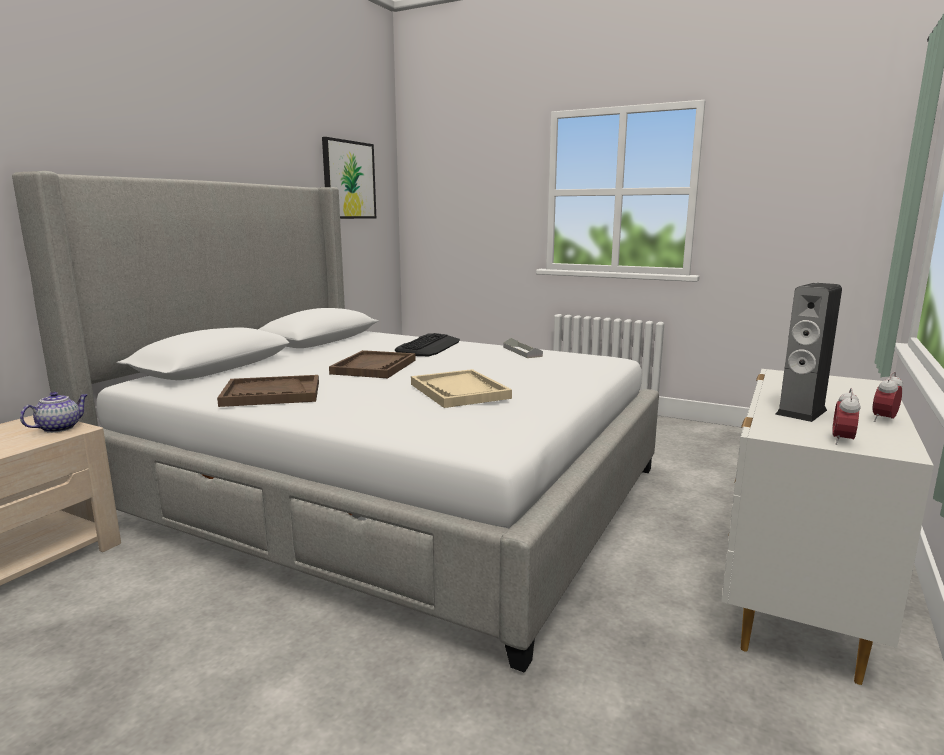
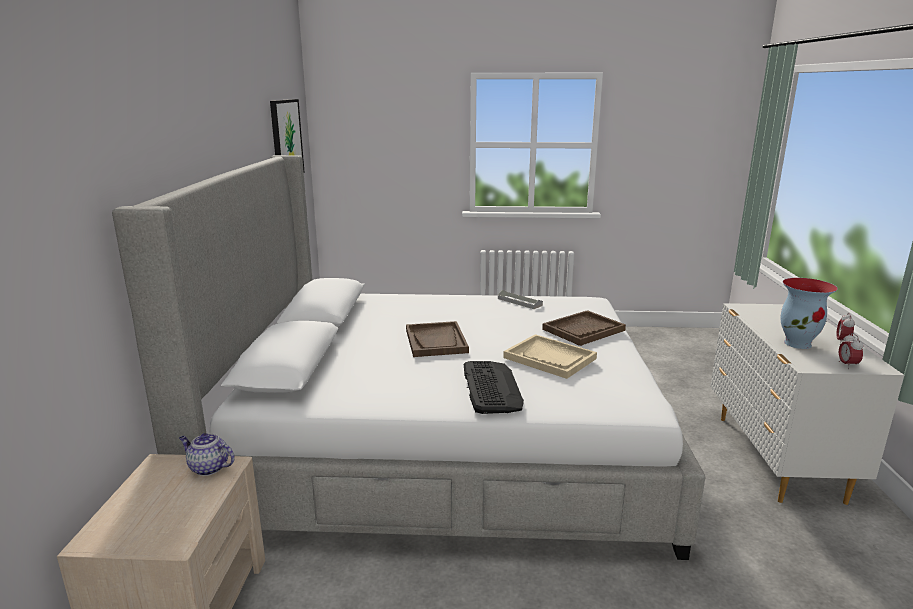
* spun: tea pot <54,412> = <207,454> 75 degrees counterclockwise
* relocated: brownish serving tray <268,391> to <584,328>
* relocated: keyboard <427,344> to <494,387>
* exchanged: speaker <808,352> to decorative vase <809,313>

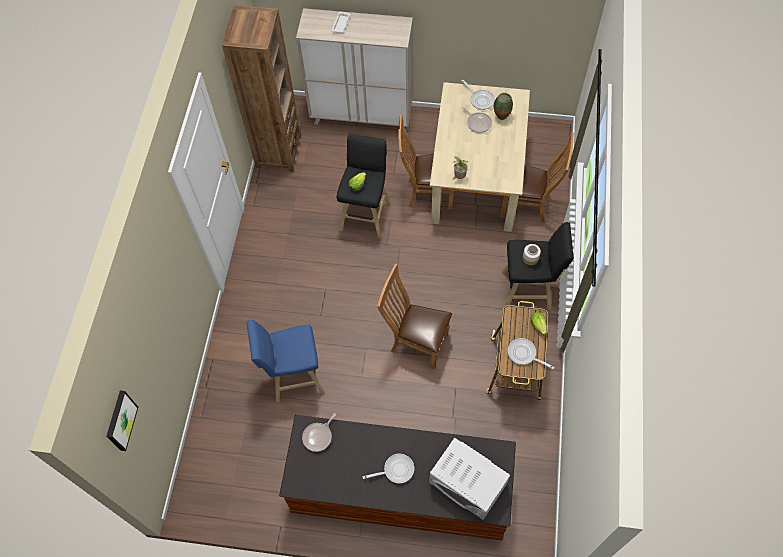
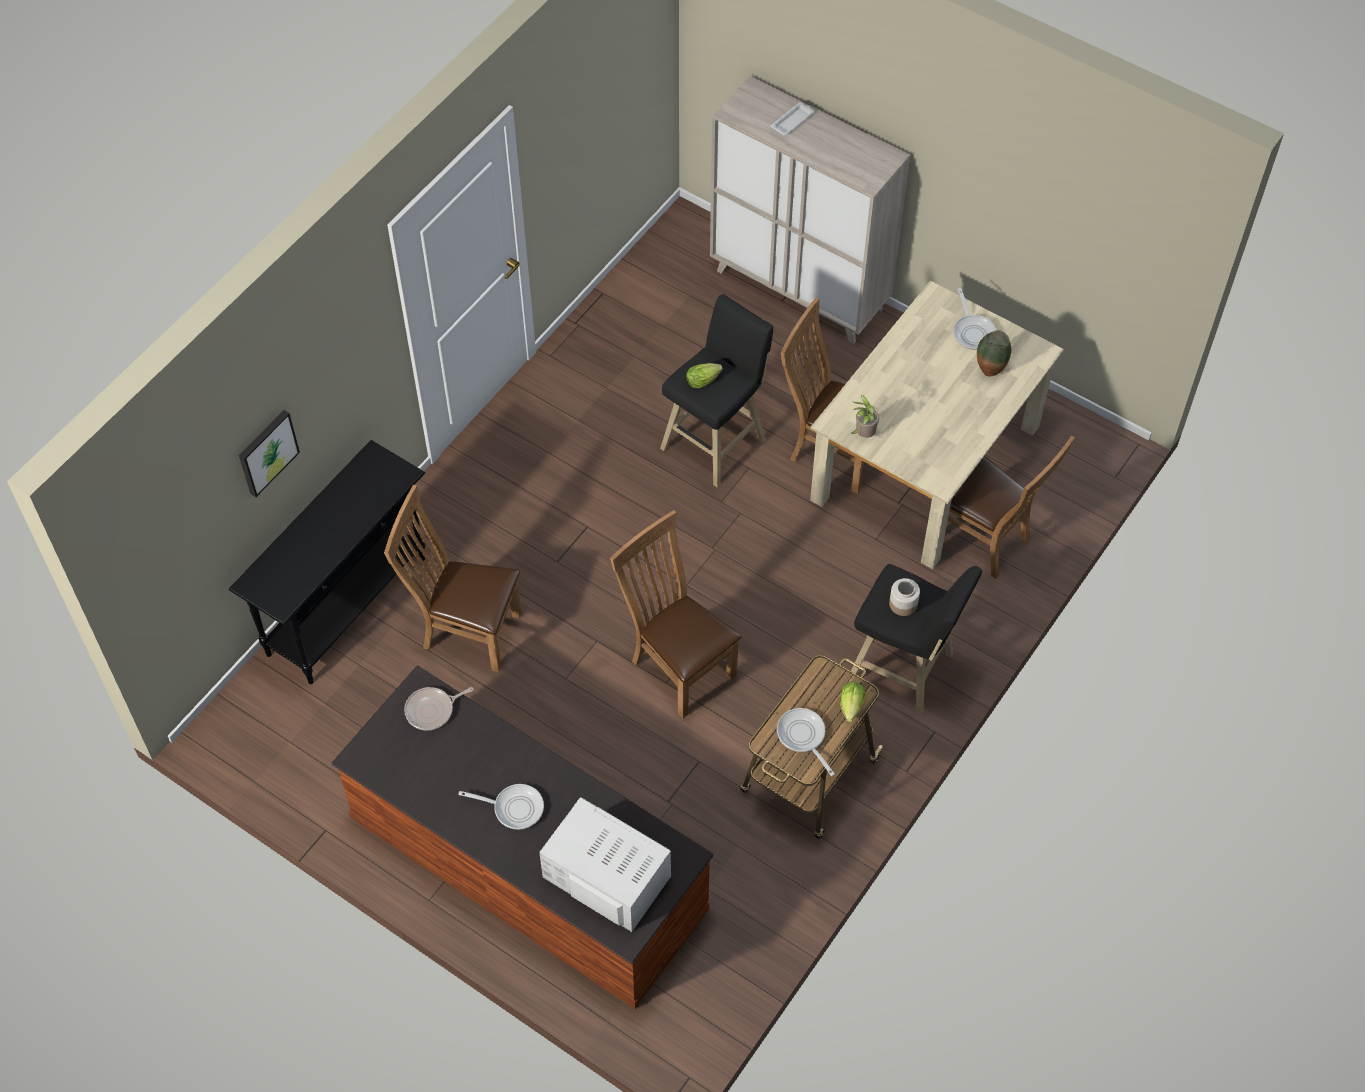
* relocated: wall picture <122,420> to <269,453>
* missing: brownish shelving unit <261,88>
* exchanged: blue sitting stool <285,360> to brownish upright chair <453,578>
* spun: white-coloured kitchen microwave <469,479> = <605,864> 150 degrees clockwise
* missing: skillet <477,120>
* appeared: black-coloured hall table <327,562>

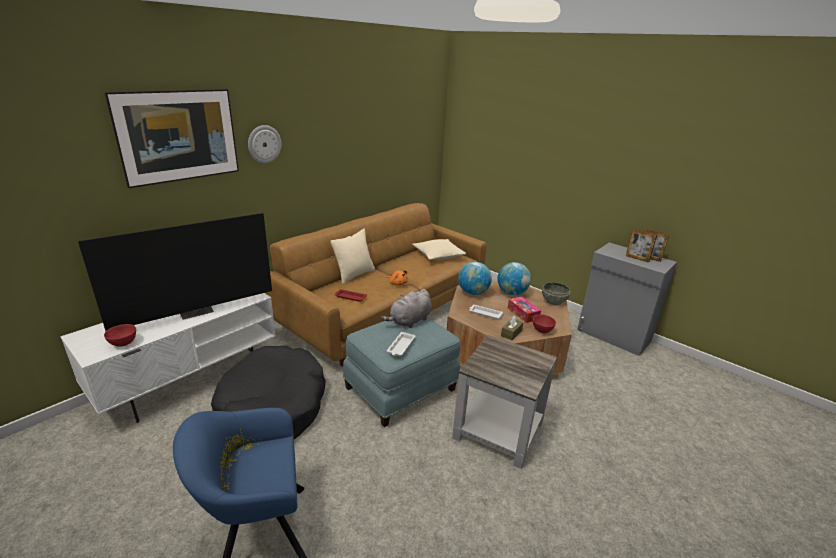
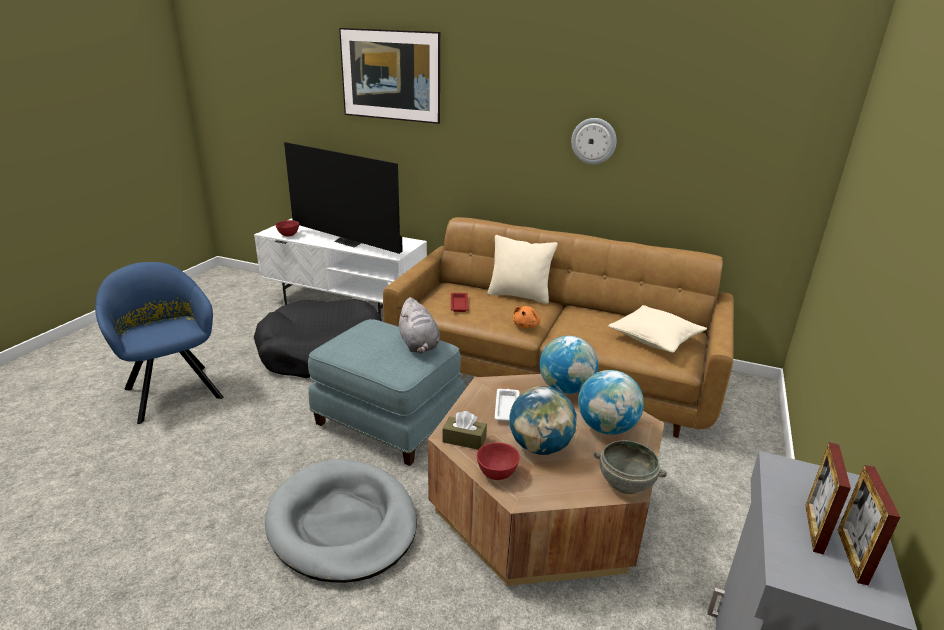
* relocated: hanging clock <264,144> to <594,141>
* spun: gray cuddly toy <406,308> = <418,325> 135 degrees counterclockwise
* missing: white-coloured serving tray <401,344>
* exchanged: gray accent table <504,402> to gray dog cushion <341,521>
* exchanged: tissue box <524,309> to globe <543,420>

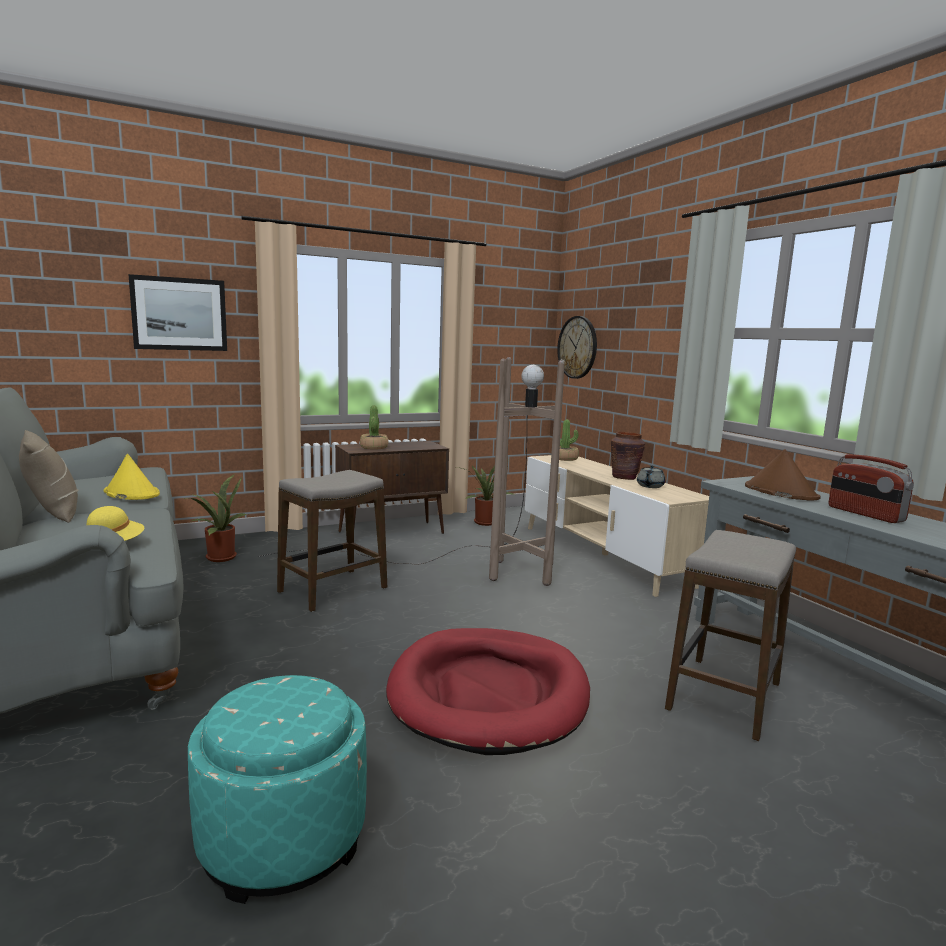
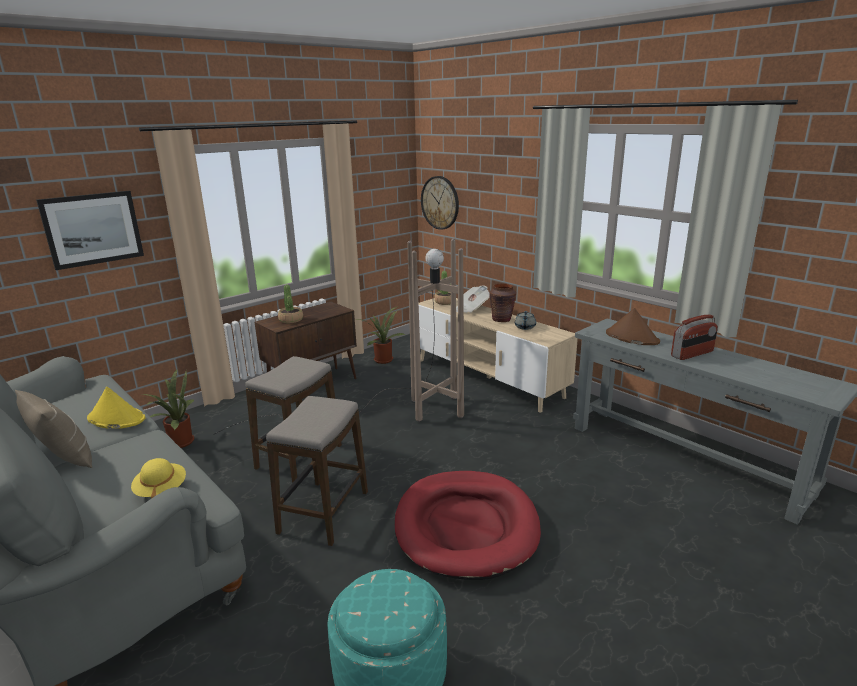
* relocated: sitting stool <730,635> to <317,471>
* spun: radio <871,488> = <694,337> 75 degrees counterclockwise
* appeared: daily paper <473,299>

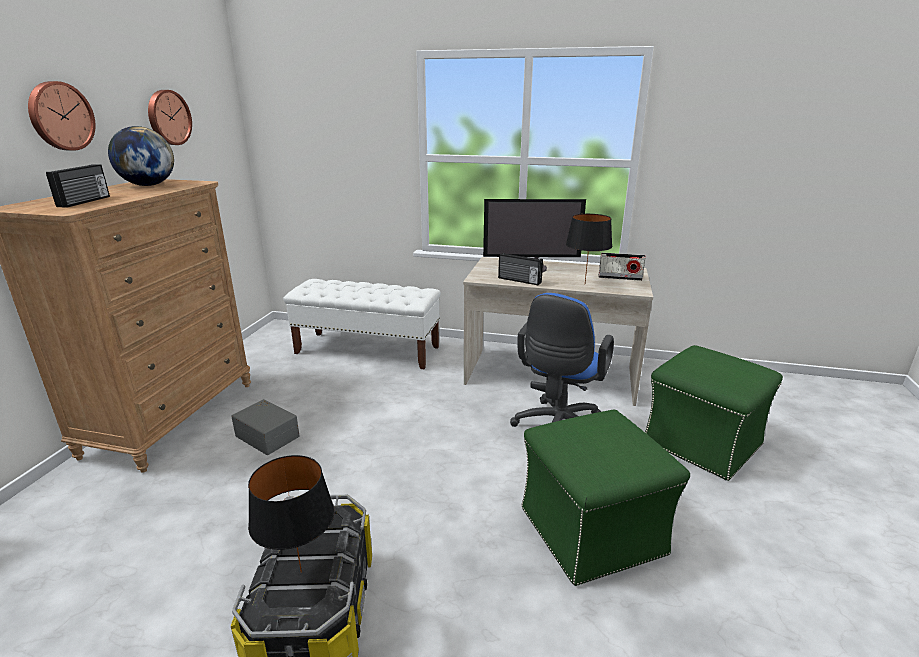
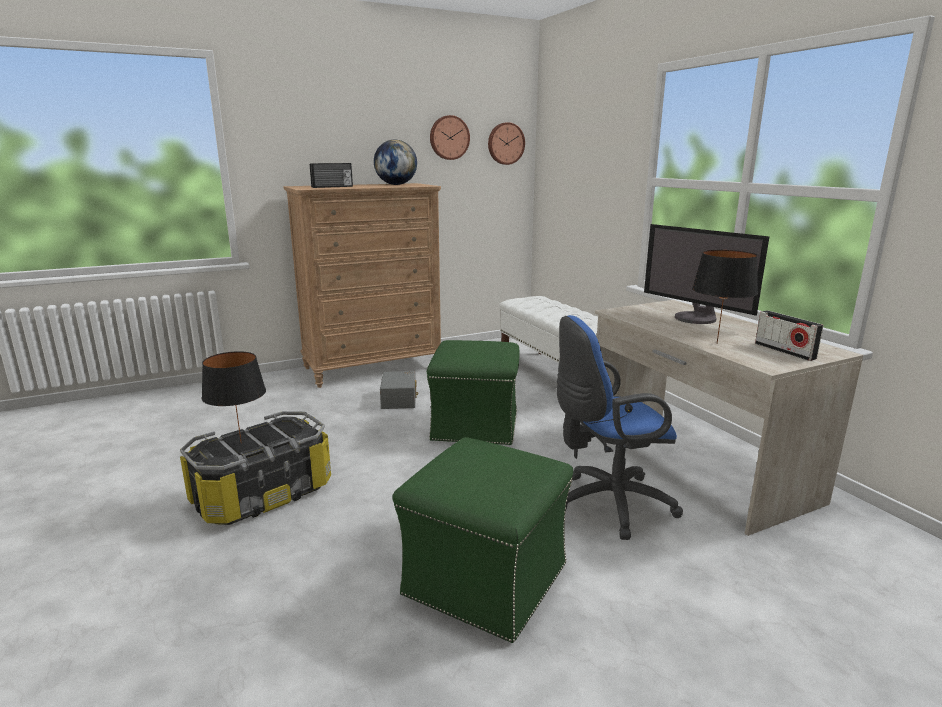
* relocated: hanging clock <61,116> to <506,143>
* missing: radio <520,269>
* relocated: green-coloured pouffe <714,413> to <473,392>

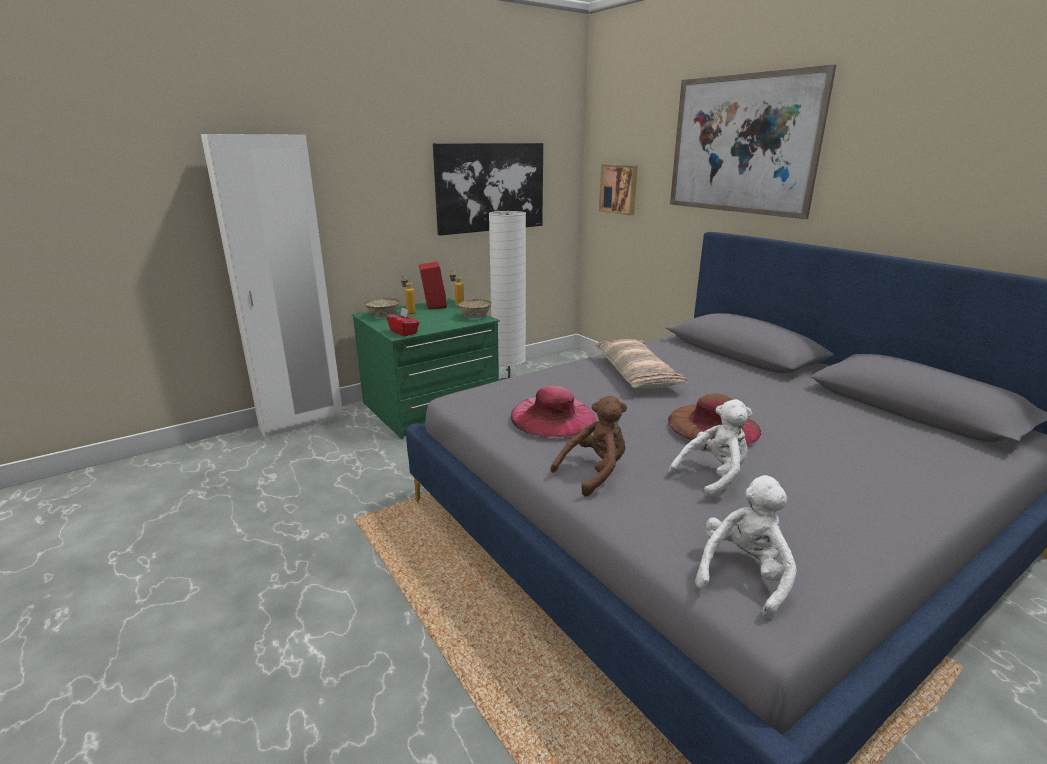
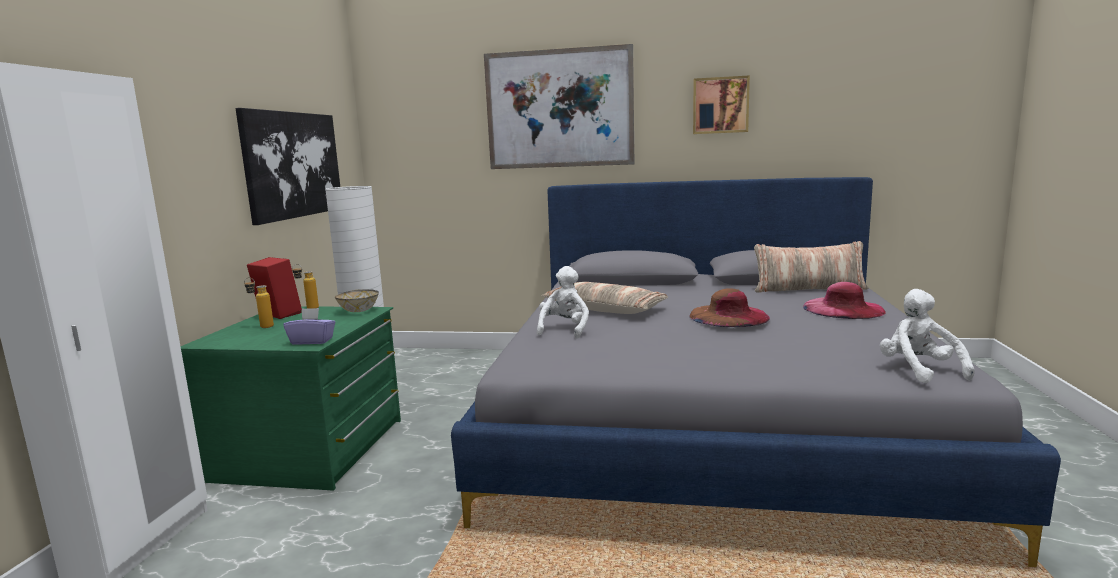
* missing: deep dish <382,307>
* colour: red-coloured tissue box <403,321> to purple tissue box <309,326>
* relocated: pink wearable hat <554,411> to <844,300>
* missing: brownish cuddly toy <588,446>
* relocated: wall picture <618,189> to <721,104>
* relocated: white-coloured cuddly toy <710,449> to <563,302>
* appeared: pillow <811,267>

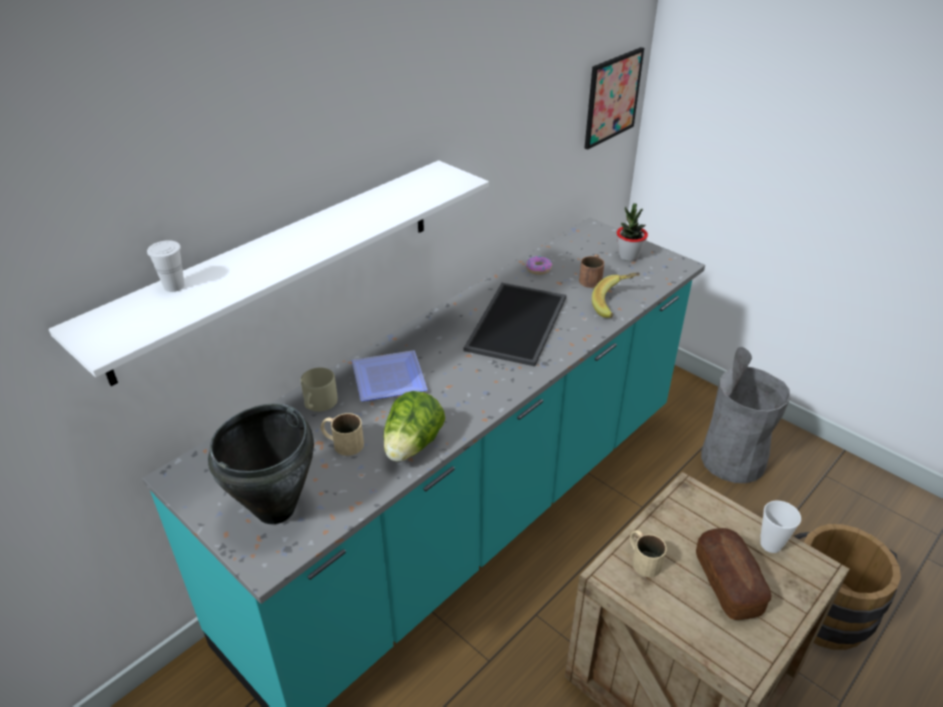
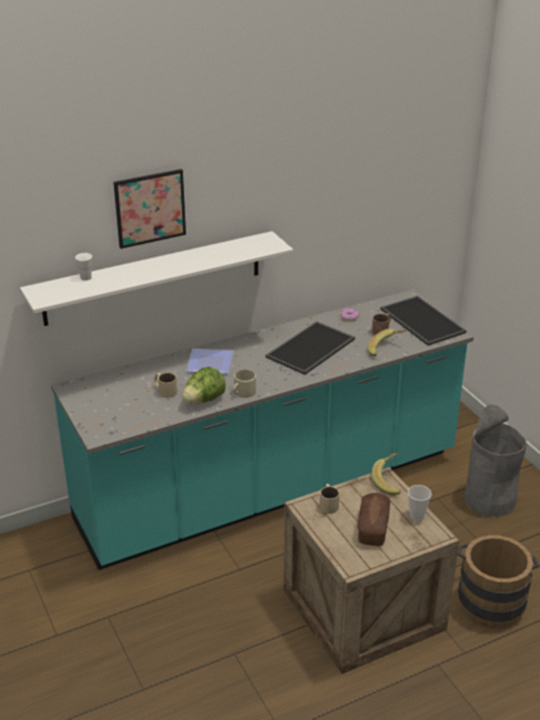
* missing: black-coloured cooking pot <261,463>
* relocated: sand-coloured coffee mug <319,389> to <244,384>
* relocated: wall picture <614,98> to <150,209>
* exchanged: houseplant <632,232> to serving tray <423,321>
* appeared: banana fruit <386,473>

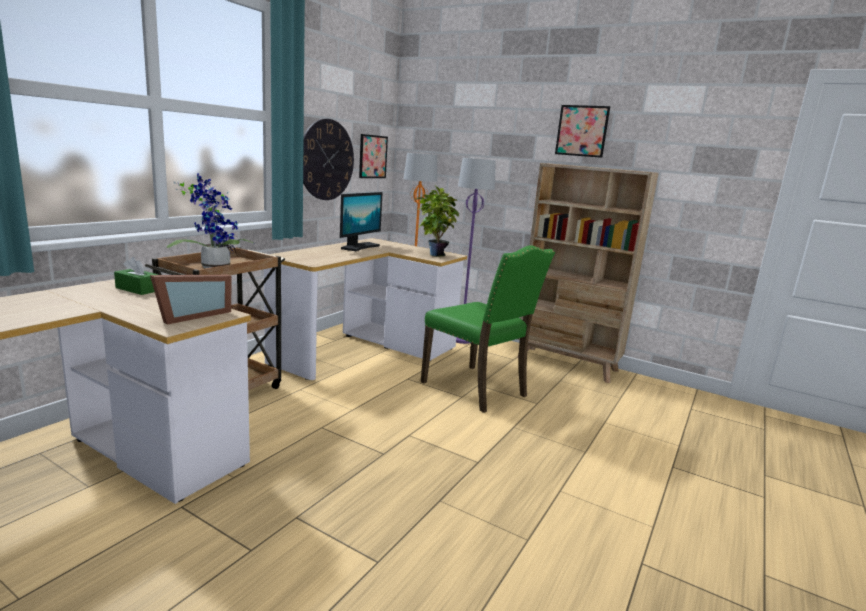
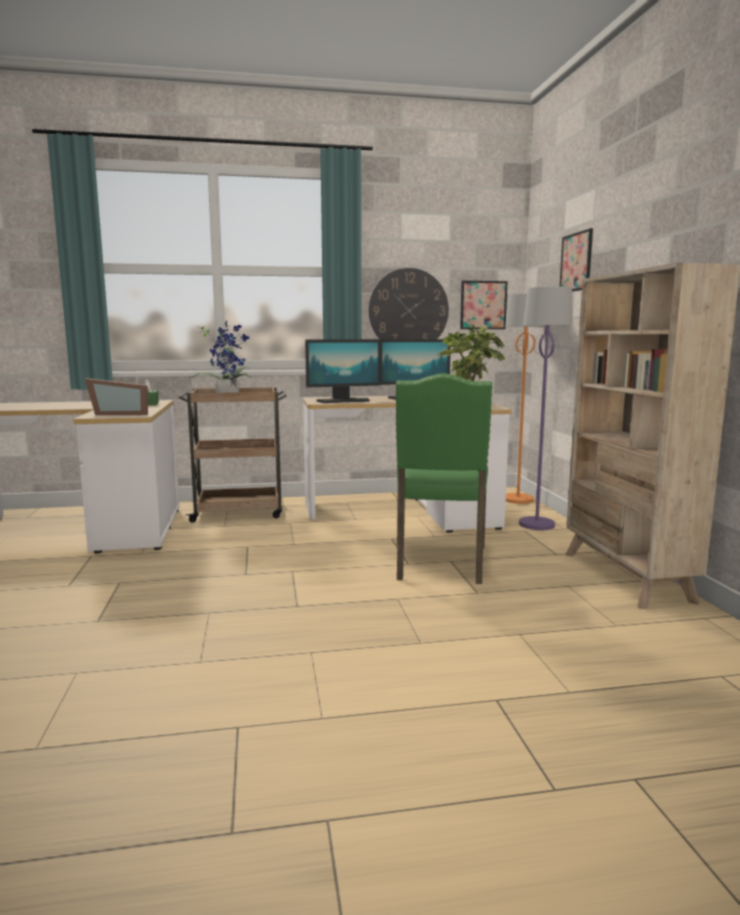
* relocated: wall picture <582,131> to <576,259>
* appeared: computer screen <343,371>

